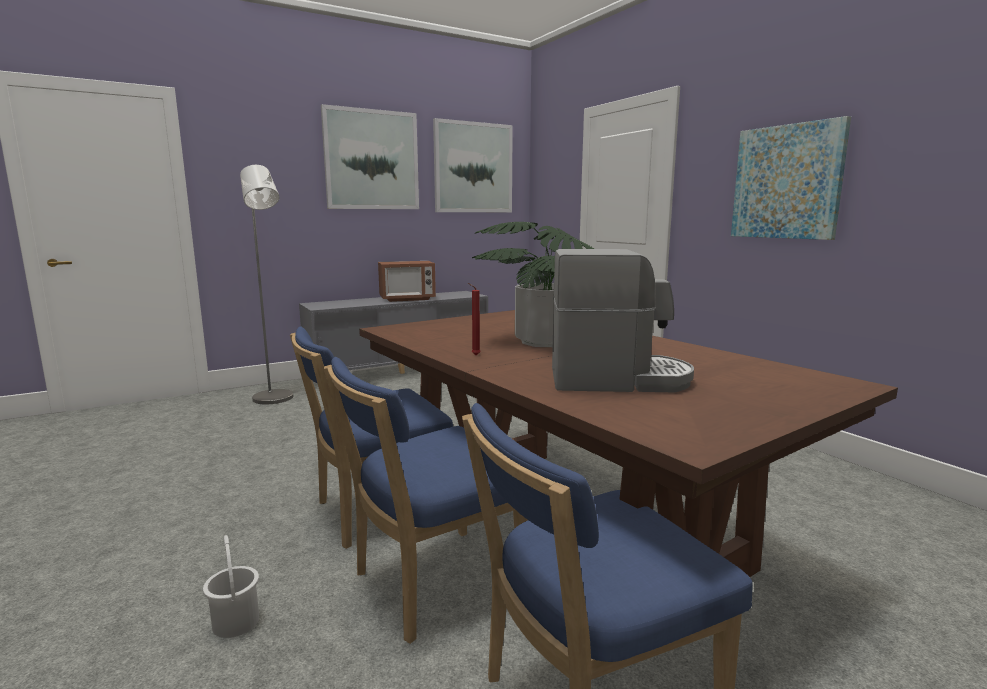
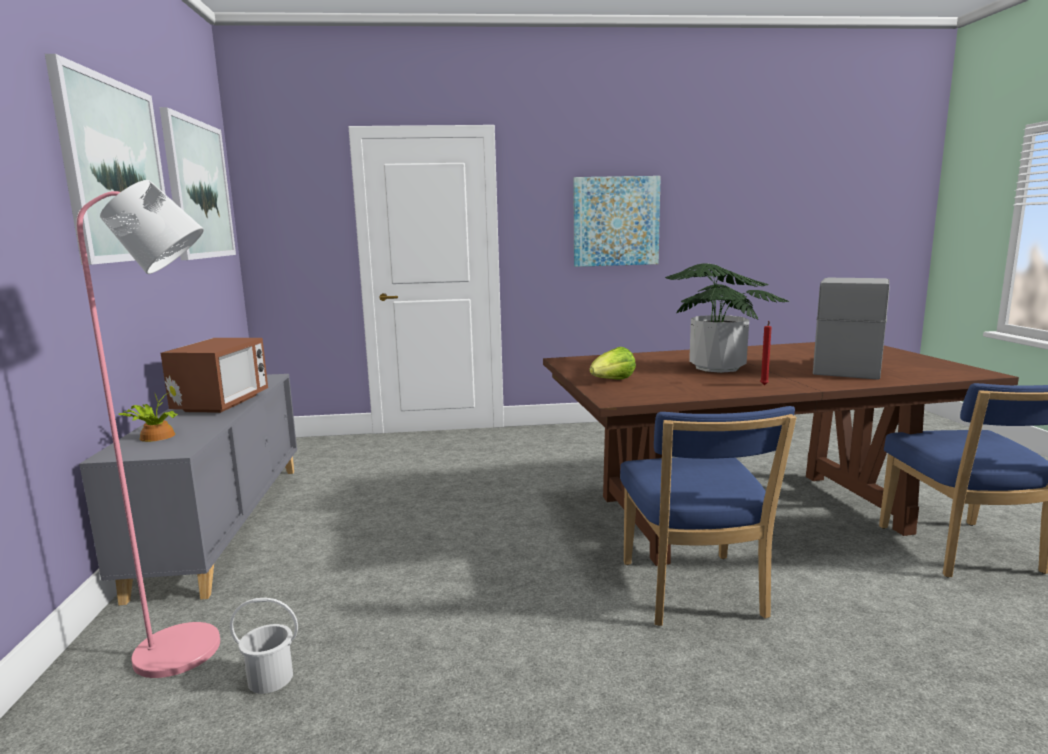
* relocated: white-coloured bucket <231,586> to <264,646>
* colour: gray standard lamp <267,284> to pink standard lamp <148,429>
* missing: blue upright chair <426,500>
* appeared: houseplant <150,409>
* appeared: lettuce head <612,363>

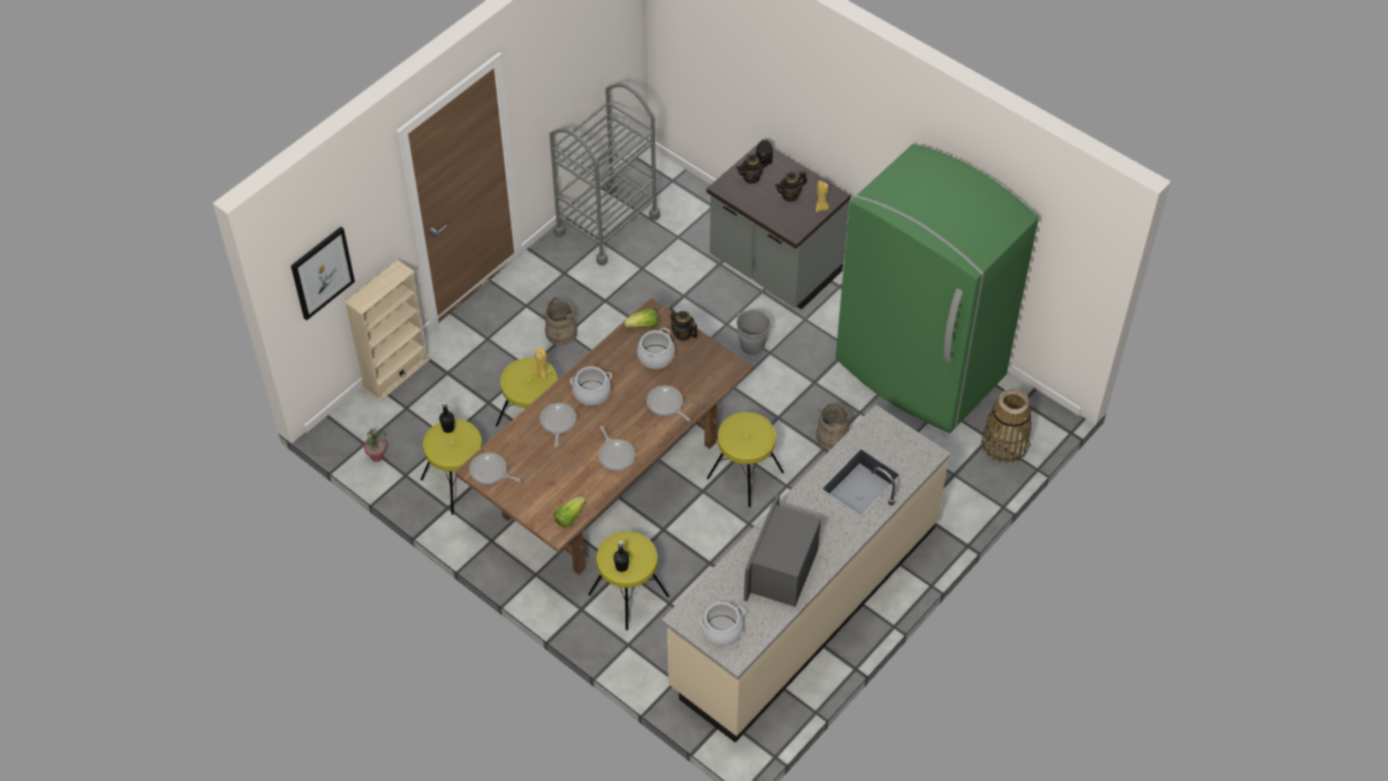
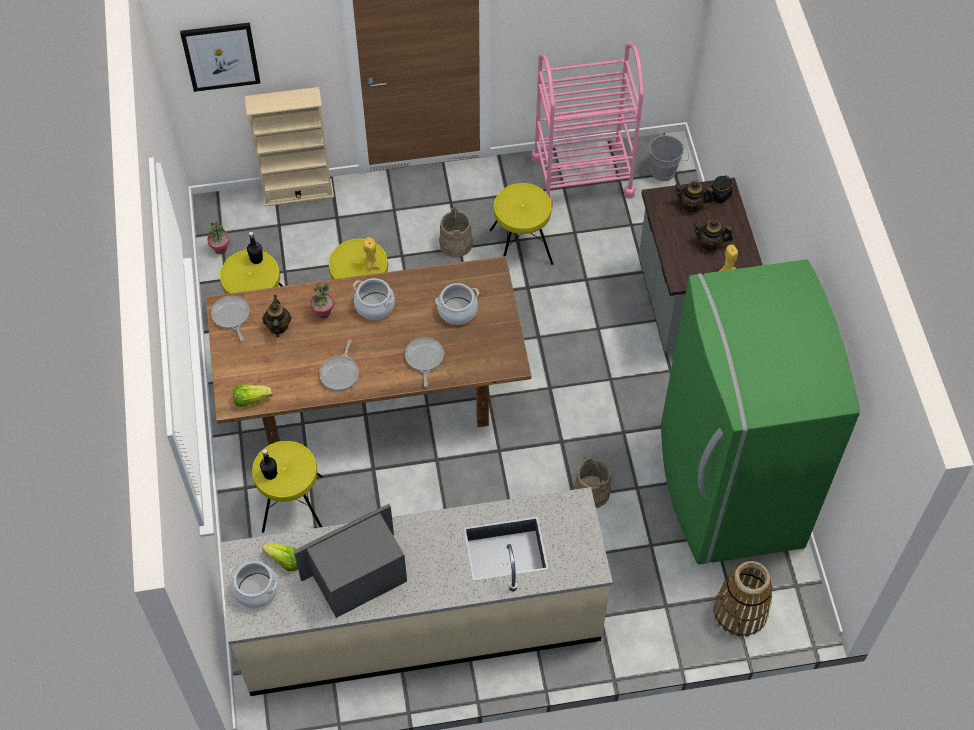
* exchanged: skillet <558,425> to houseplant <322,300>
* colour: gray trolley <604,174> to pink trolley <587,125>
* relocated: lettuce head <641,318> to <280,557>
* relocated: tea pot <684,324> to <277,316>
* relocated: yellow-coloured sitting stool <745,460> to <521,224>
* relocated: gray bucket <755,332> to <669,156>

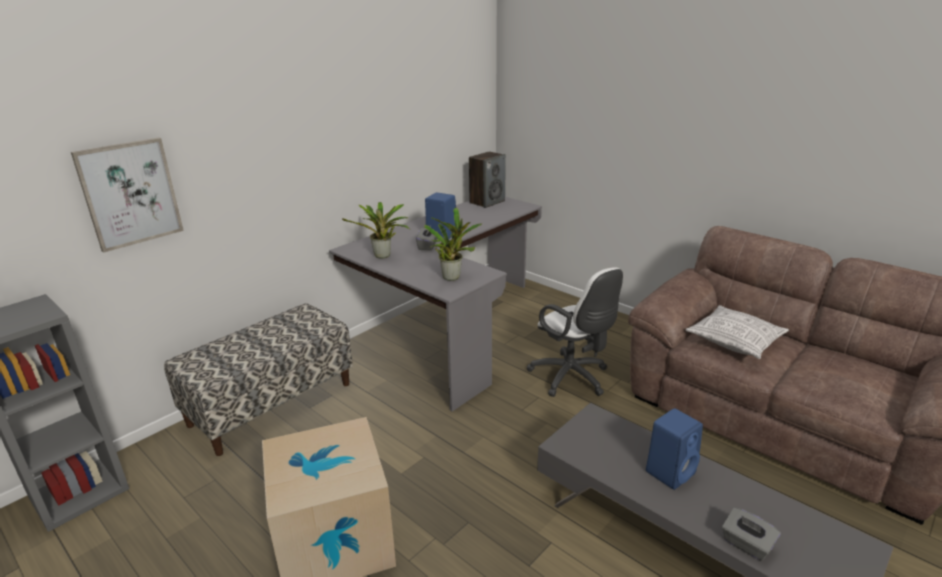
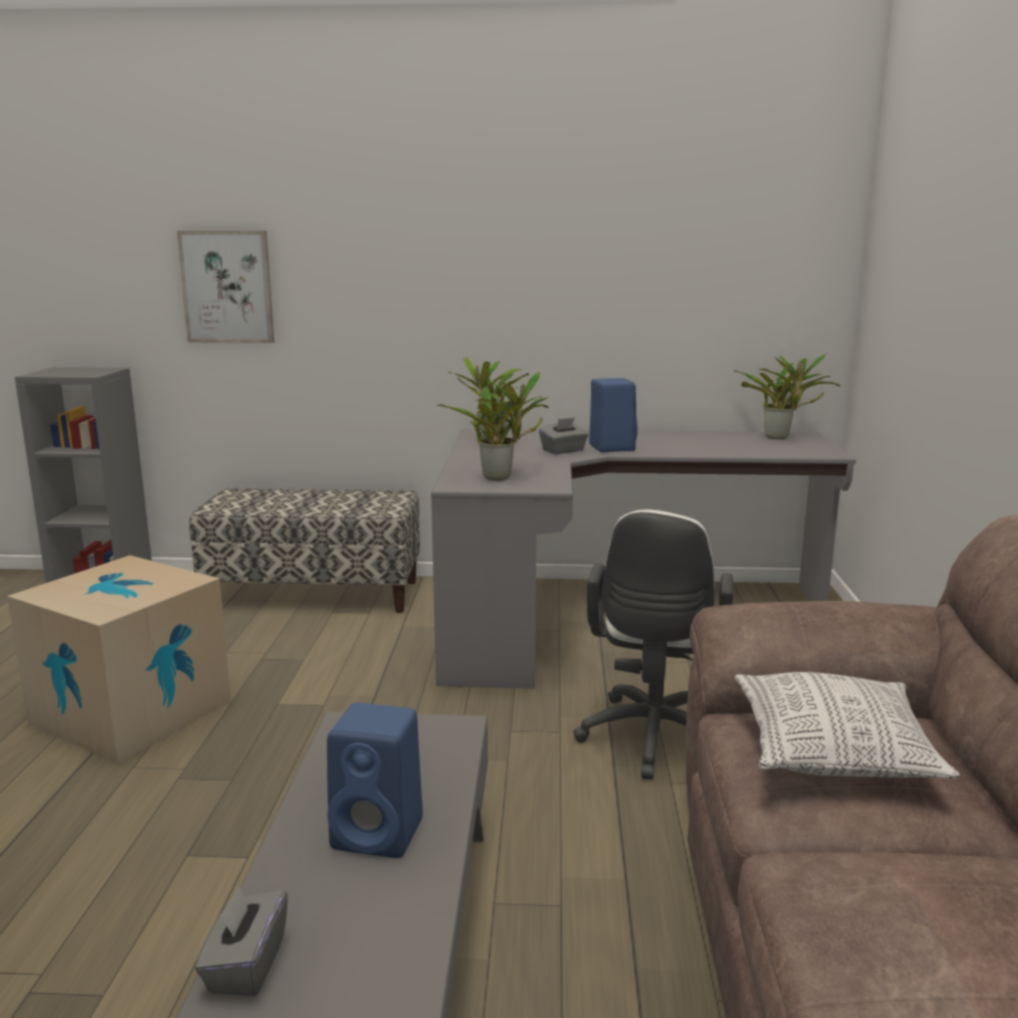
* exchanged: speaker <487,179> to houseplant <787,396>

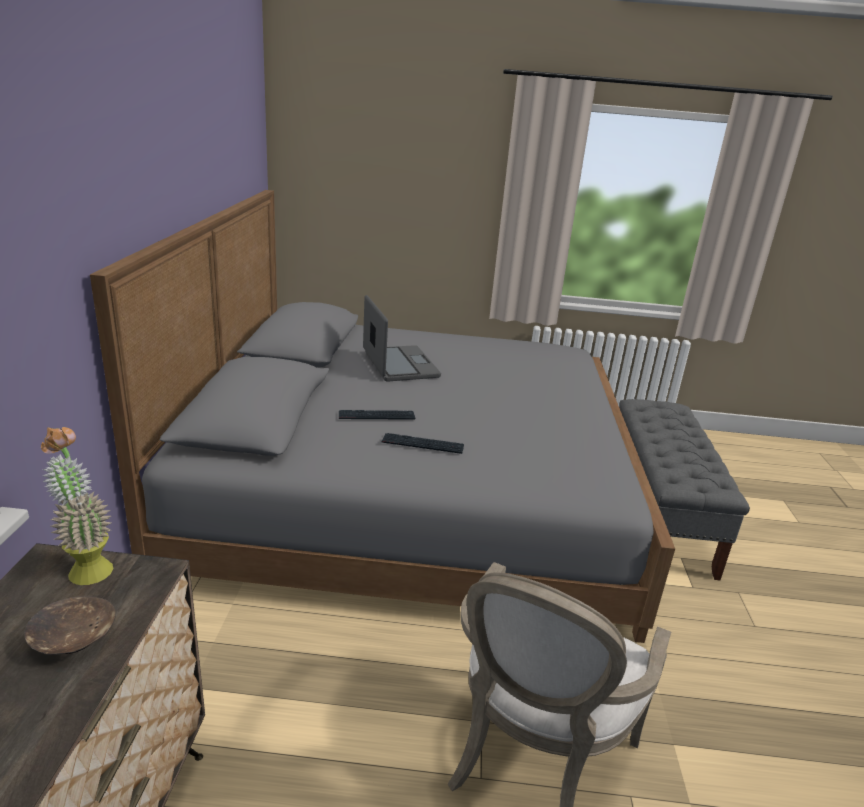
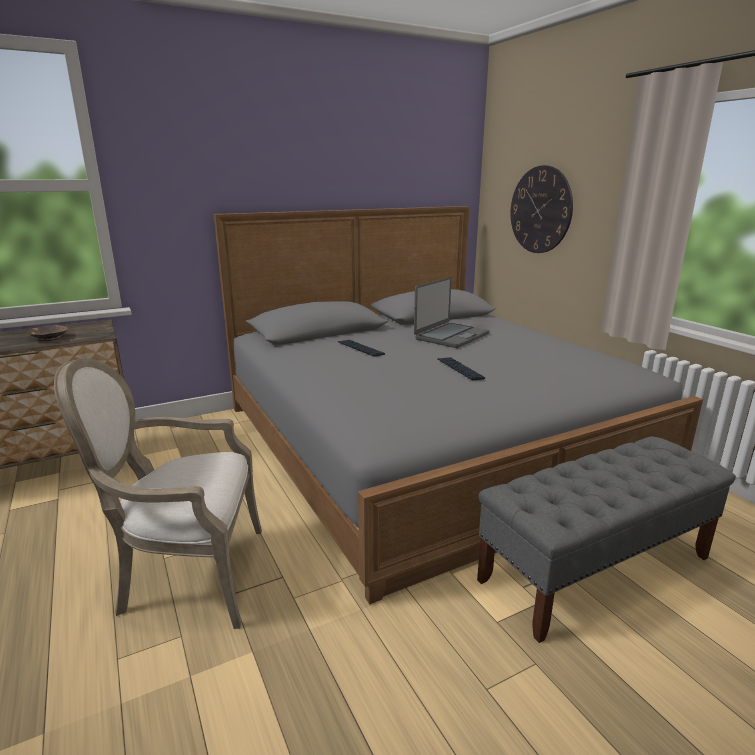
* missing: houseplant <77,506>
* relocated: keyboard <422,443> to <461,368>
* appeared: hanging clock <542,209>

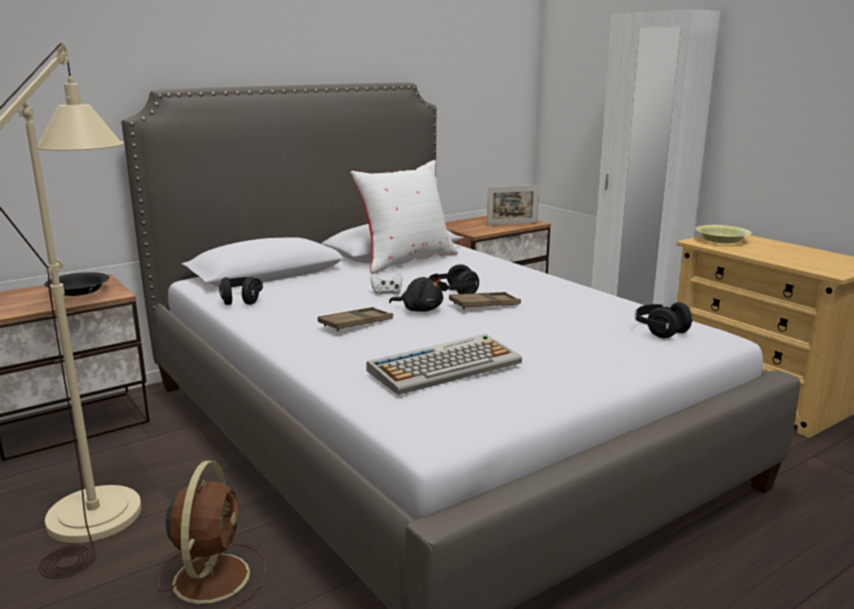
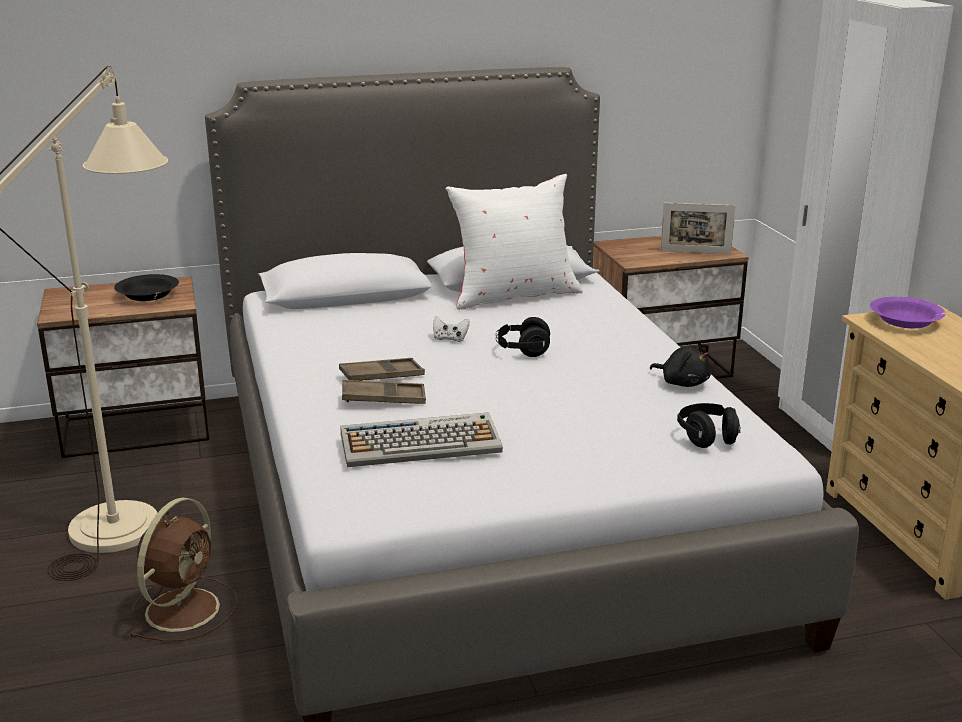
* missing: black-coloured headphones <241,291>
* relocated: black-coloured cuddly toy <416,292> to <680,365>
* relocated: brownish serving tray <485,300> to <384,392>
* colour: yellow-coloured deep dish <723,234> to purple deep dish <907,312>

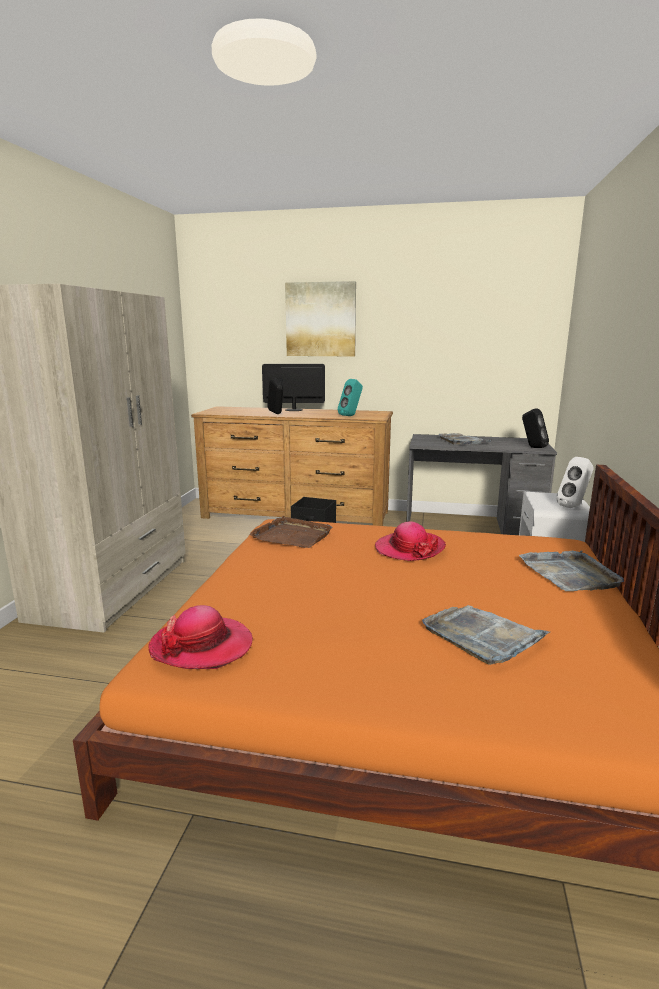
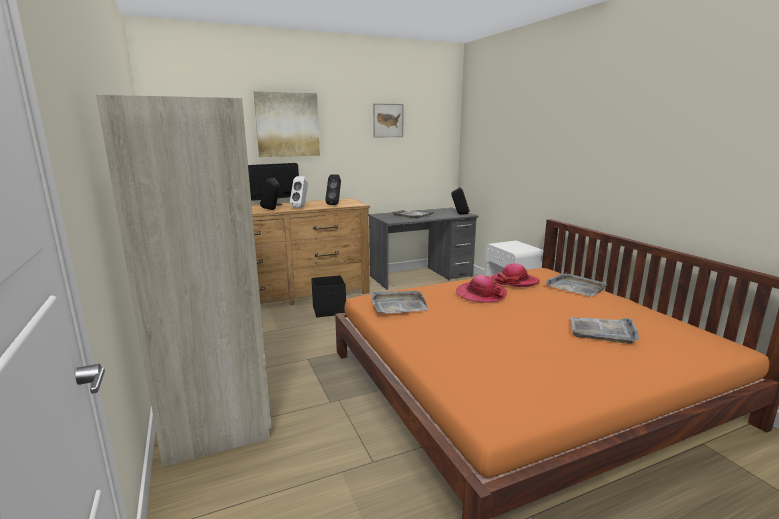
* relocated: wearable hat <200,637> to <515,275>
* colour: brownish serving tray <291,532> to gray serving tray <400,302>
* colour: turquoise-coloured speaker <350,397> to black-coloured speaker <333,189>
* relocated: white-coloured speaker <575,482> to <299,192>
* appeared: wall picture <388,120>

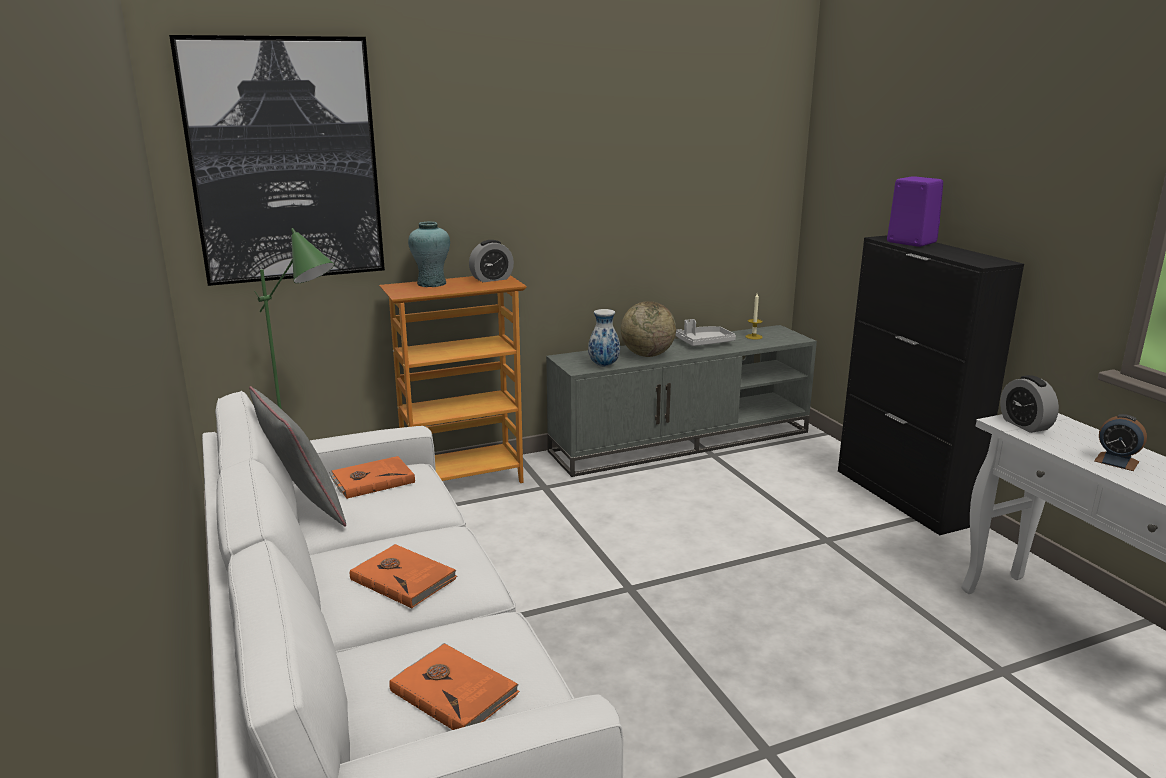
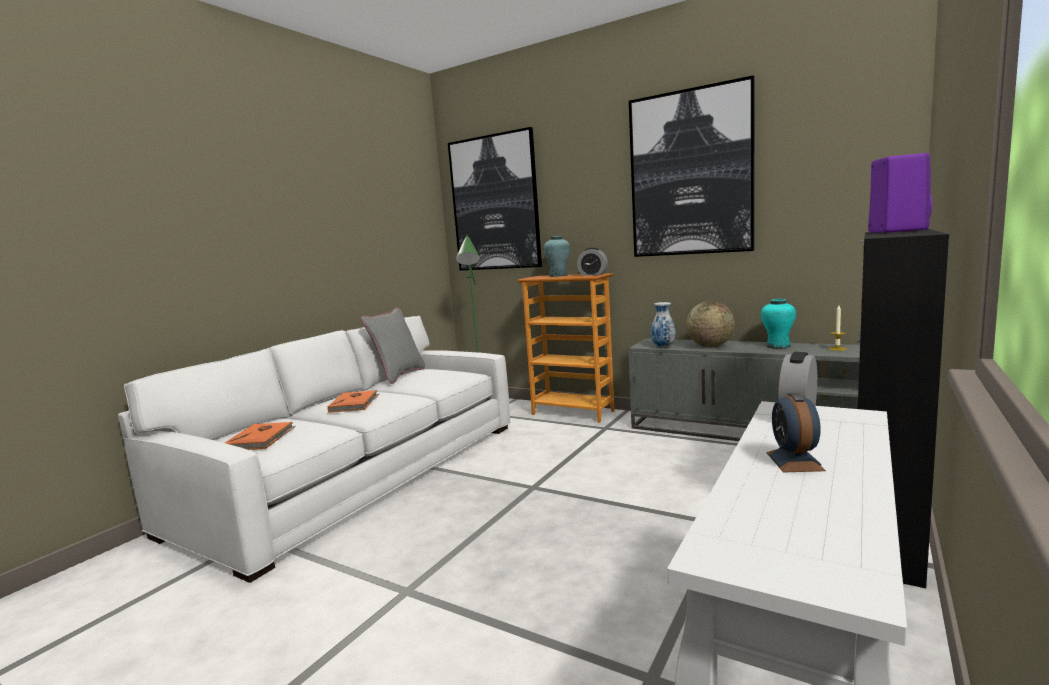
* missing: orange volume <372,477>
* exchanged: gray serving tray <705,332> to turquoise-coloured decorative vase <778,324>
* appeared: wall picture <692,166>

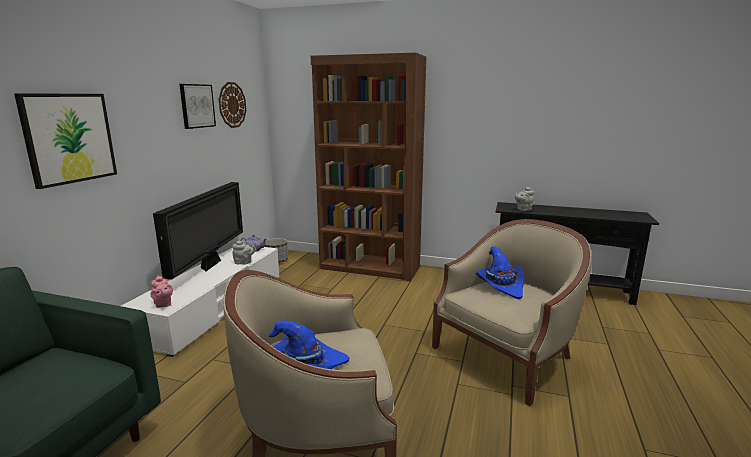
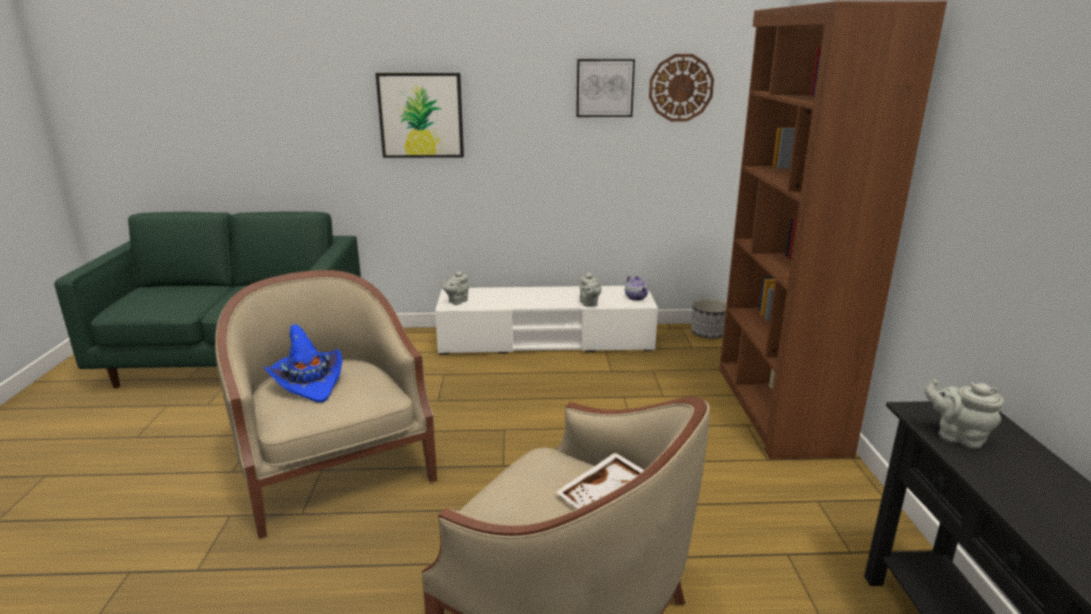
* colour: pink tea pot <161,291> to gray tea pot <455,288>
* missing: TV set <198,230>
* exchanged: blue wearable hat <500,272> to white-coloured serving tray <600,481>

